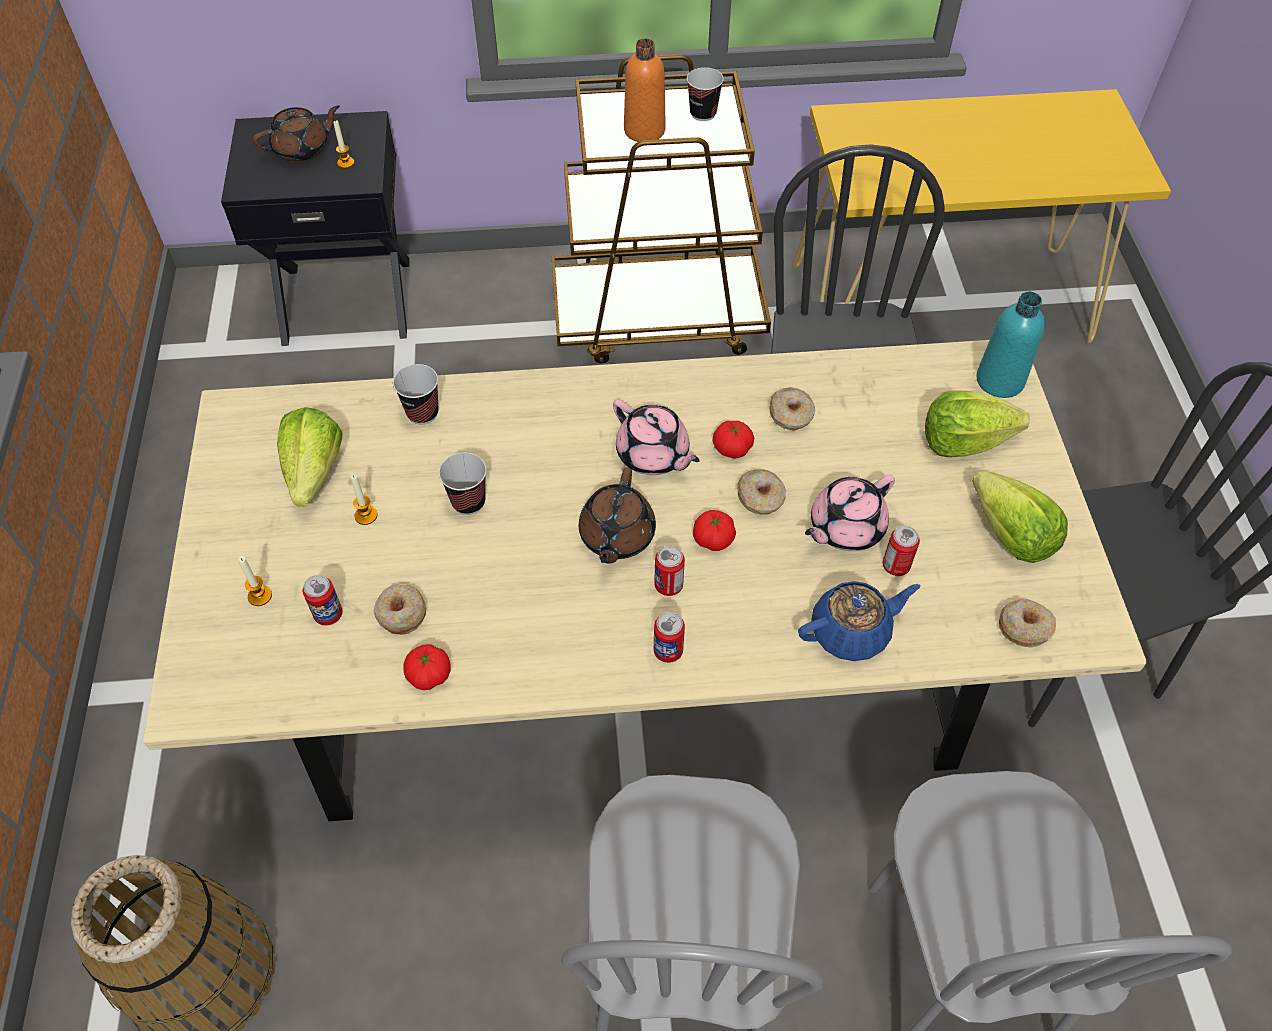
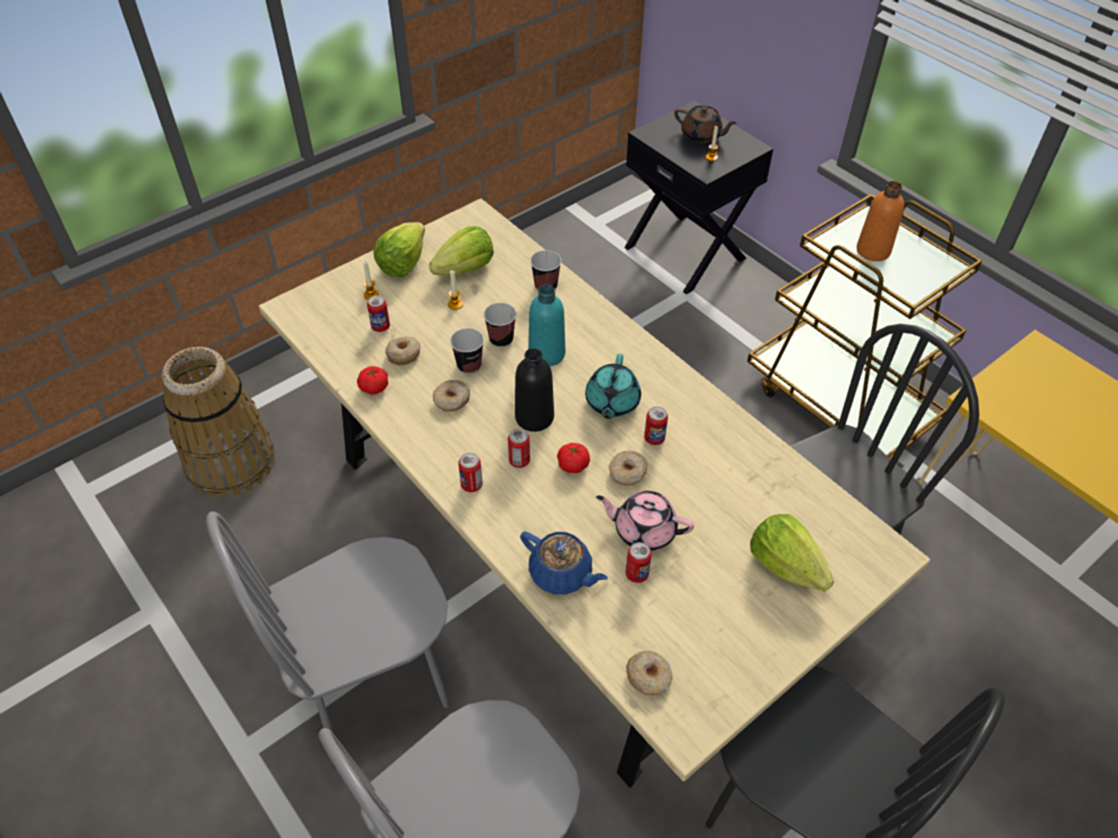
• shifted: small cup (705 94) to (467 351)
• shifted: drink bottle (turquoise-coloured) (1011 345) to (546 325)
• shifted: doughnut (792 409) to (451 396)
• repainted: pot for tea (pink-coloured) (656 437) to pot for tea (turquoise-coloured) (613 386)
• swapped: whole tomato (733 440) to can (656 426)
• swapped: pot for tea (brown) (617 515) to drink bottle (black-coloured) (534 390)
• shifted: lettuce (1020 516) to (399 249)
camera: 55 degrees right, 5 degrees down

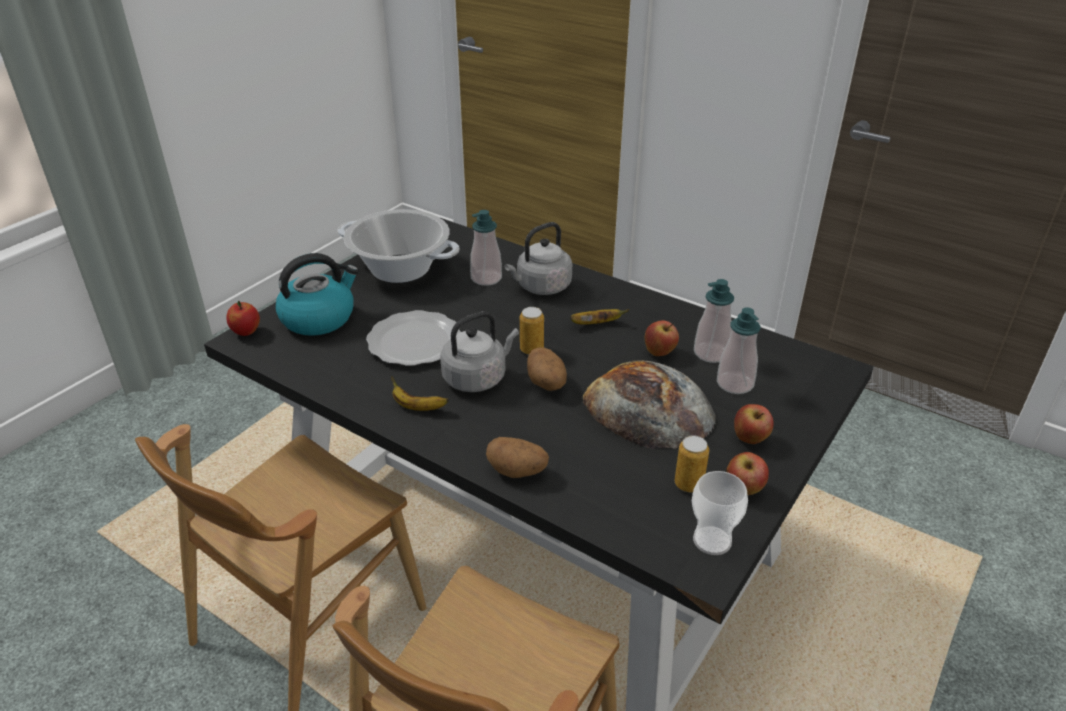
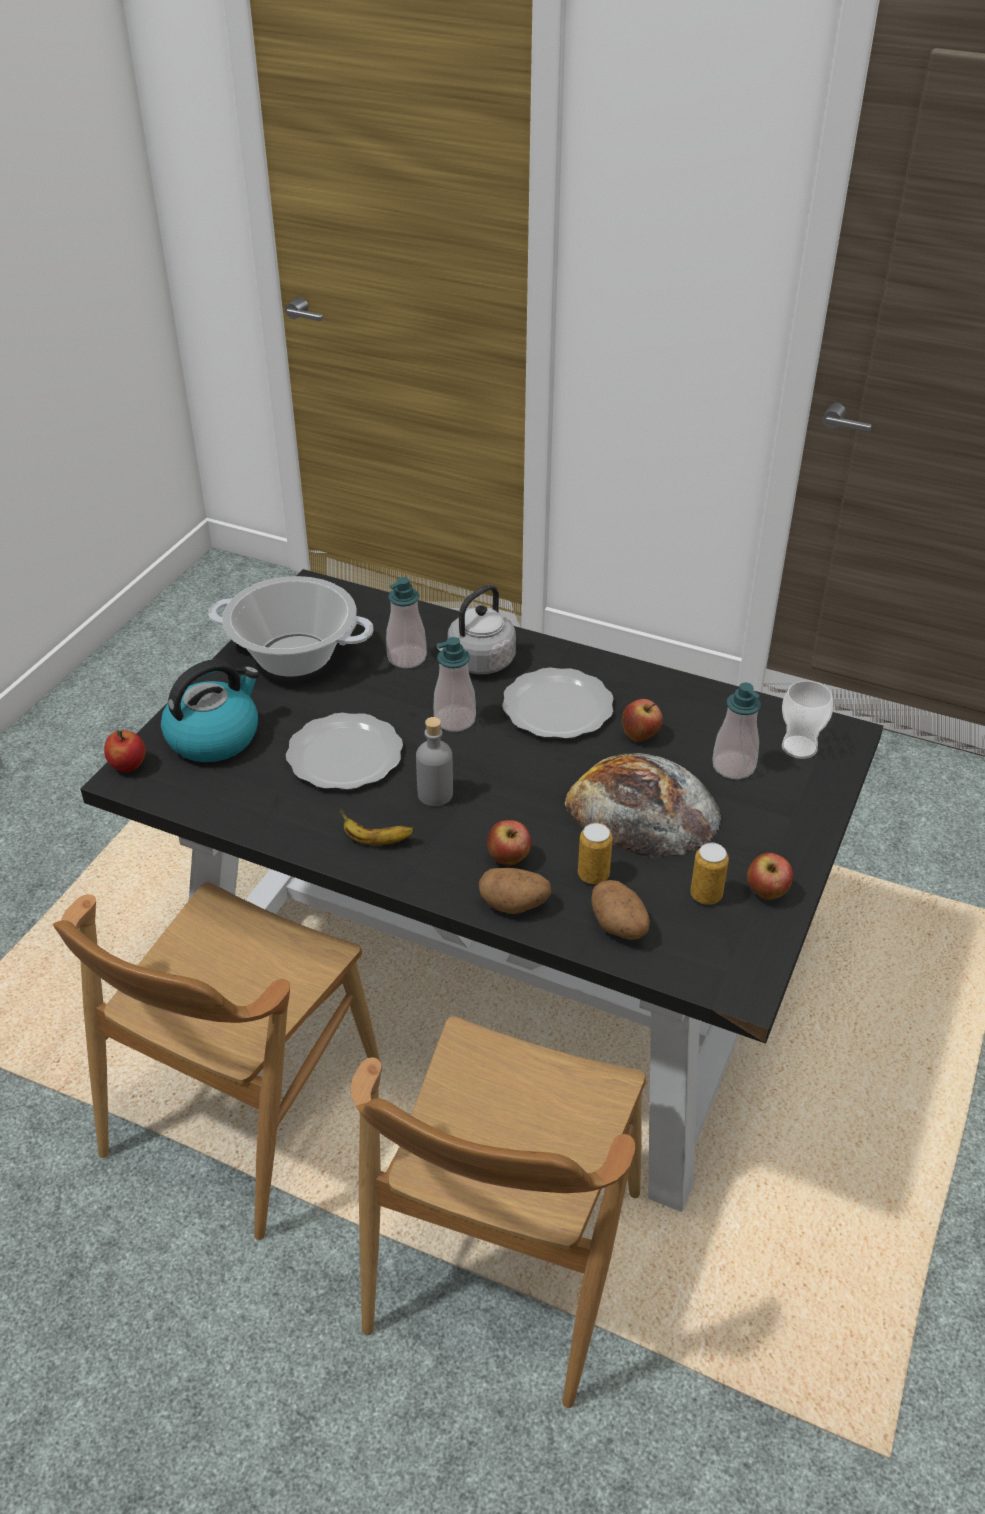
• shifted: liquid soap bottle (714 321) to (454 684)
• shifted: can (532 331) to (595 853)
• swapped: banana (599 316) to flat dish (558 703)
• swapped: tea kettle (greyish) (479 351) to drink bottle (greyish) (434 761)
• shifted: spud (547 369) to (621 910)
• shifted: apple (754 424) to (509 842)
• shifted: small cup (720 513) to (807 720)
camera: 10 degrees left, 5 degrees up

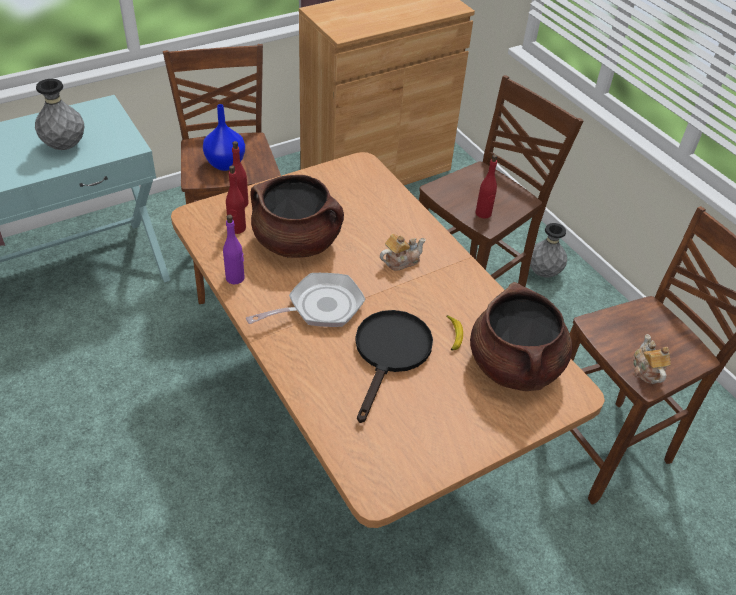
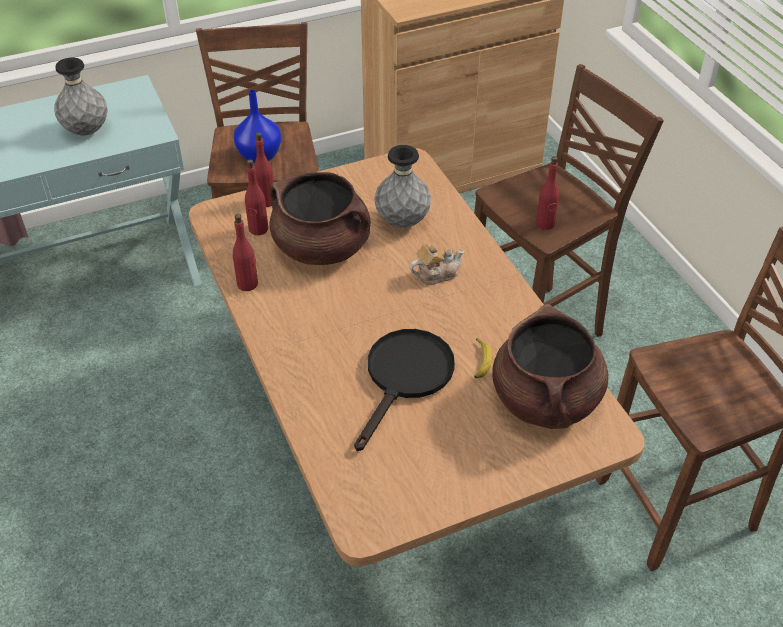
• repainted: drink bottle (purple-coloured) (234 249) to drink bottle (red-coloured) (245 252)
• shifted: flower vase (greyish) (548 250) to (402 186)
• gone: pan (305 300)
• gone: pot for tea (652 359)
camera: 10 degrees right, 0 degrees up

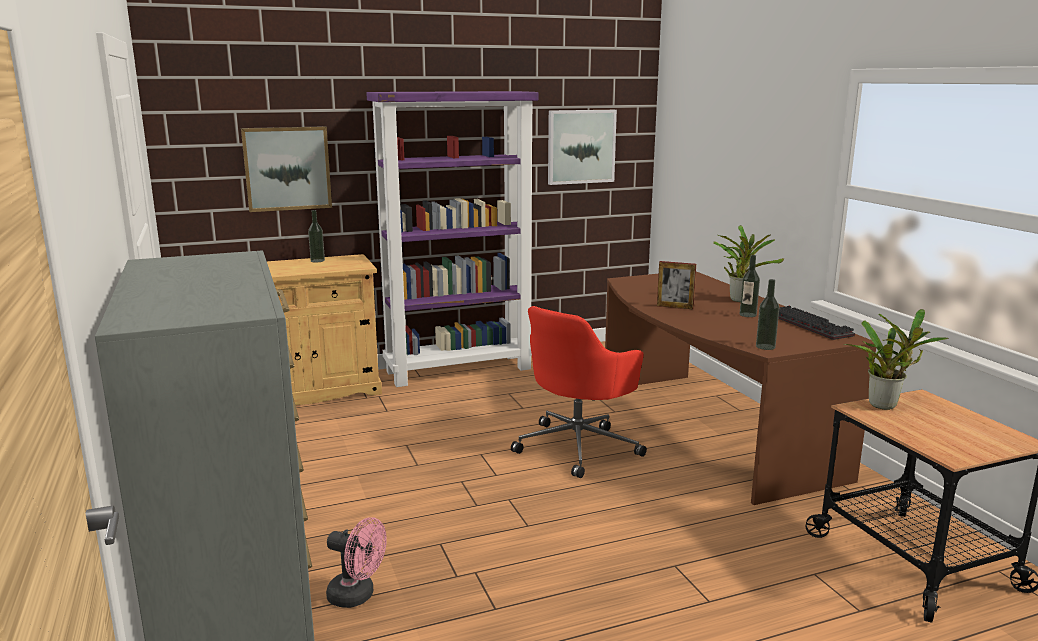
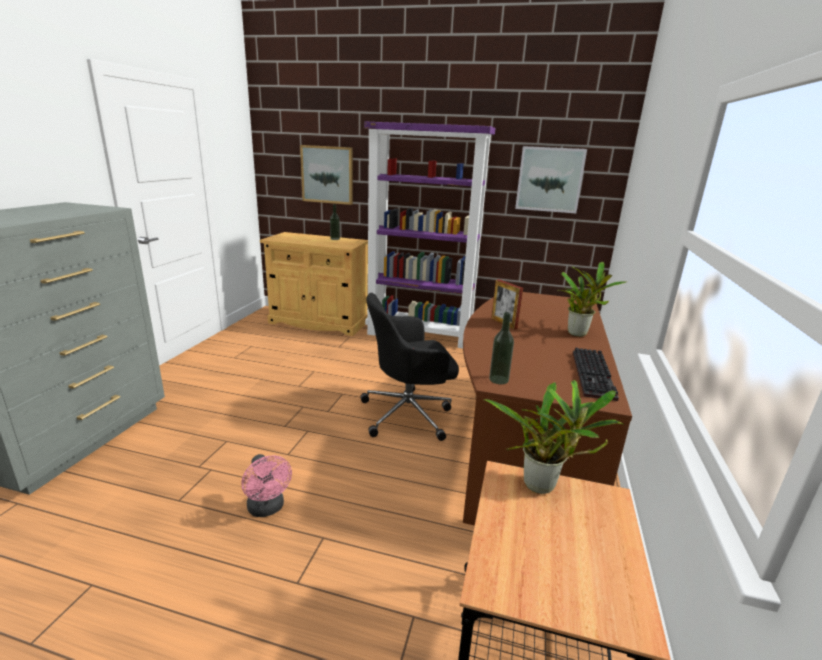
• gone: drink bottle (750 286)
• repainted: desk chair (red-coloured) (579 392) to desk chair (black-coloured) (409 367)
• shifted: electric fan (pink-coloured) (356 562) to (267 485)
camera: 35 degrees right, 5 degrees up

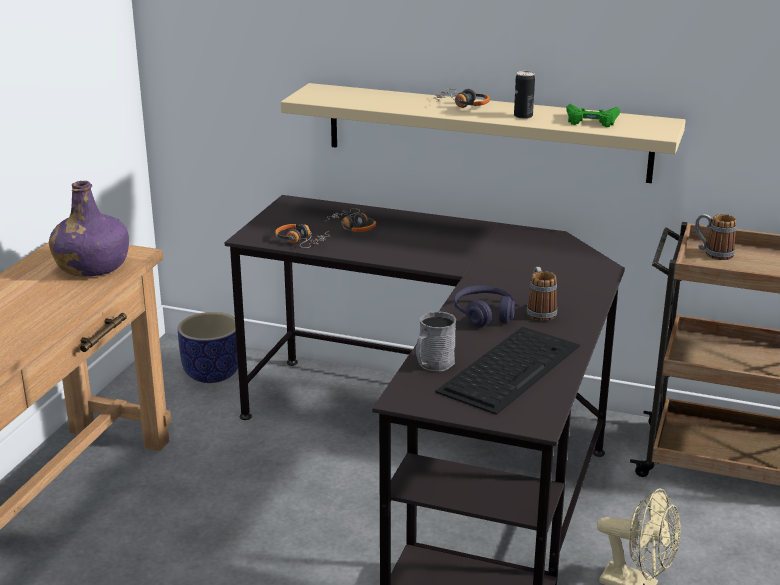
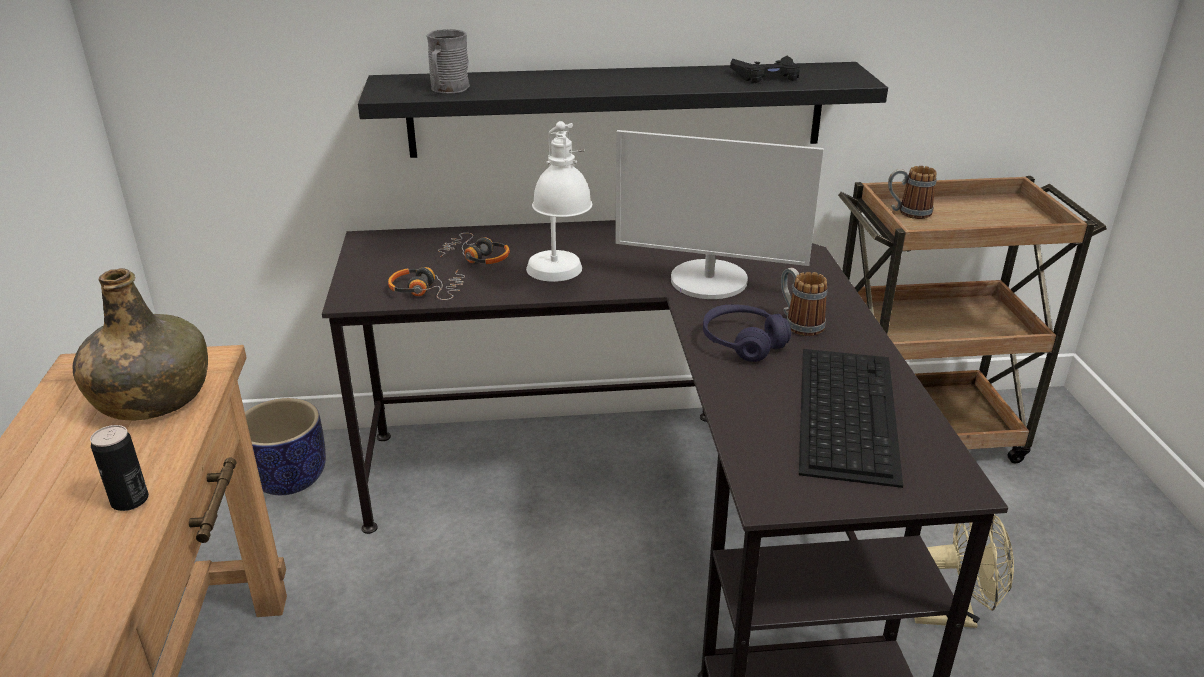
• shifted: can (524 95) to (119 468)
• repainted: bracket shelf (beige) (483 133) to bracket shelf (black-coloured) (623 110)
• gone: headphones (461 98)
• repainted: gamepad (green) (593 115) to gamepad (black-coloured) (765 69)
• repainted: drink bottle (purple-coloured) (89 229) to drink bottle (green) (140 344)
• shifted: mug (greyish) (436 341) to (448 61)
• new: table lamp (whitish) (559 201)
• new: monitor (719 214)
camera: 25 degrees left, 5 degrees up

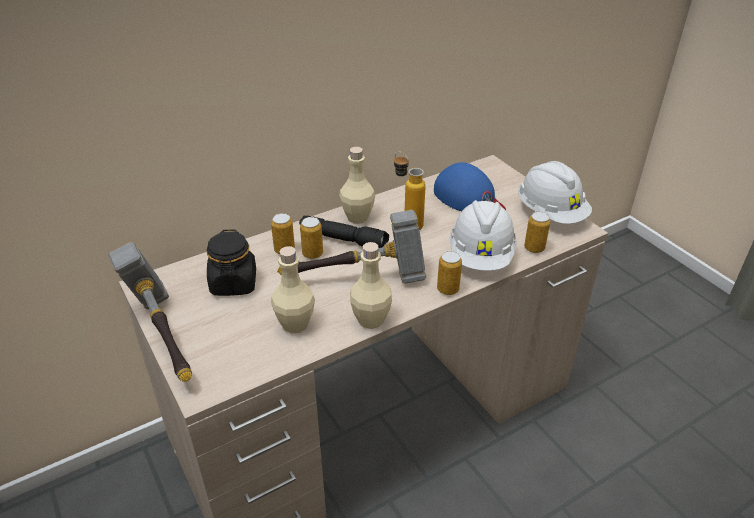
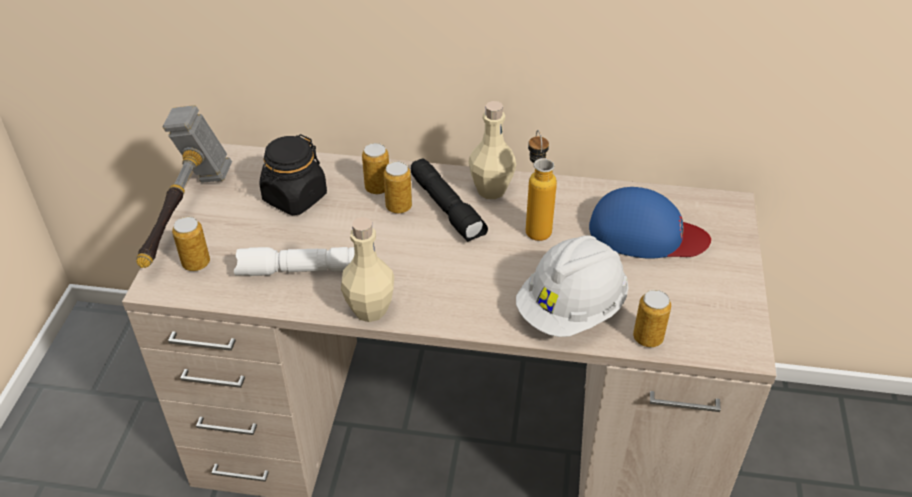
• gone: safety helmet (whitish) (555 192)
• rotated: peaked cap (bluish) (470 186) = (650 223) 75 degrees counterclockwise
• gone: hand hammer (351 247)
• swapped: drink bottle (beige) (293 289) to hand torch (whitish) (294 261)
• shifted: can (449 273) to (191 244)
camera: 40 degrees right, 5 degrees up

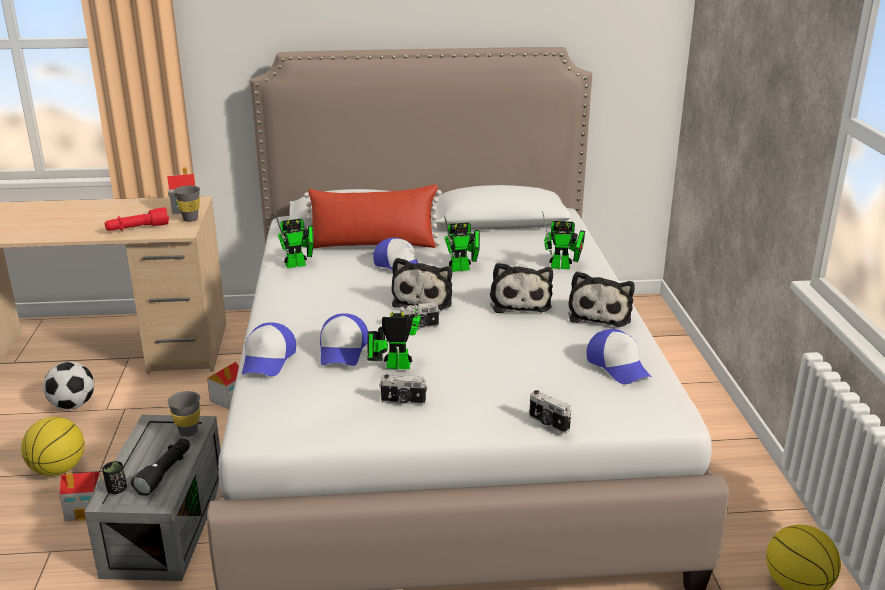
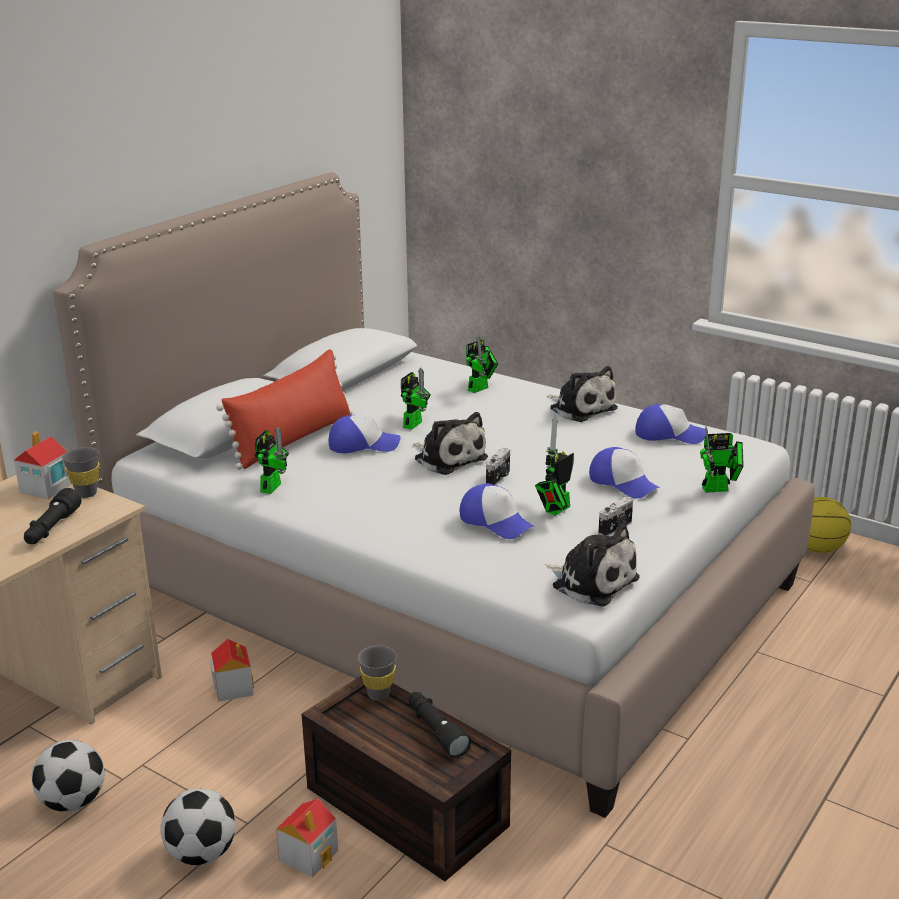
• repainted: hand torch (red-coloured) (137 219) to hand torch (black-coloured) (52 516)
• shifted: cuddly toy (521 288) to (592 564)
• shifted: peaked cap (269 349) to (624 473)
• swapped: still camera (550 412) to model robot (722 459)
• repainted: storage bin (greyish) (152 498) to storage bin (brown) (406 778)
• swapped: ball for basketball (52 446) to ball for football (198 827)
• gone: small cup (black-coloured) (114 477)
camera: 50 degrees left, 0 degrees up

